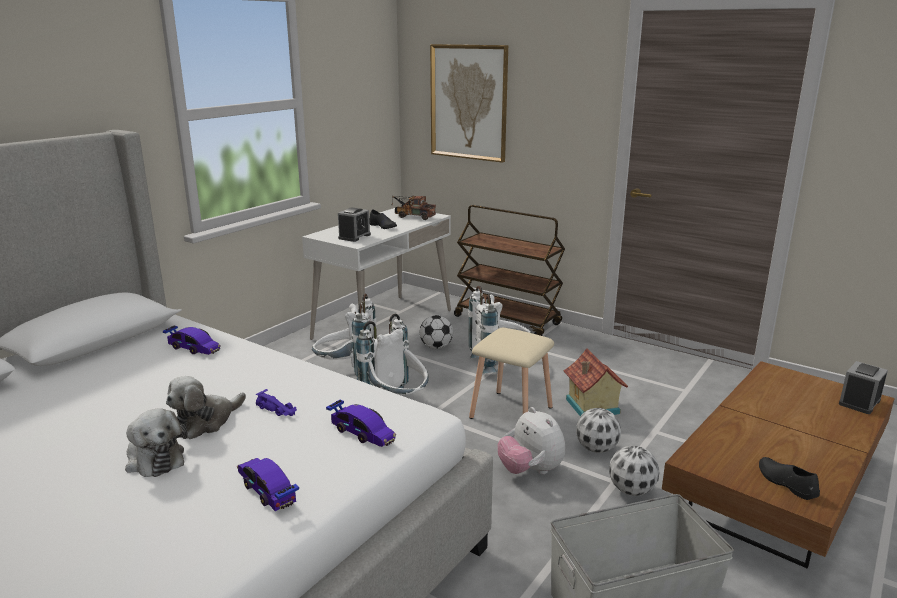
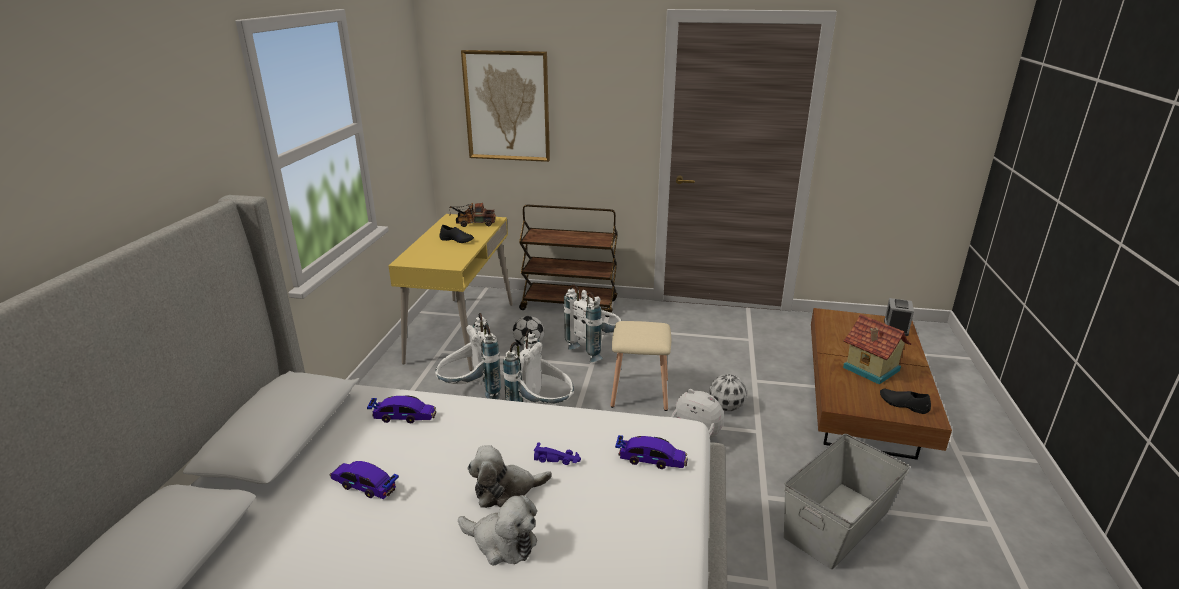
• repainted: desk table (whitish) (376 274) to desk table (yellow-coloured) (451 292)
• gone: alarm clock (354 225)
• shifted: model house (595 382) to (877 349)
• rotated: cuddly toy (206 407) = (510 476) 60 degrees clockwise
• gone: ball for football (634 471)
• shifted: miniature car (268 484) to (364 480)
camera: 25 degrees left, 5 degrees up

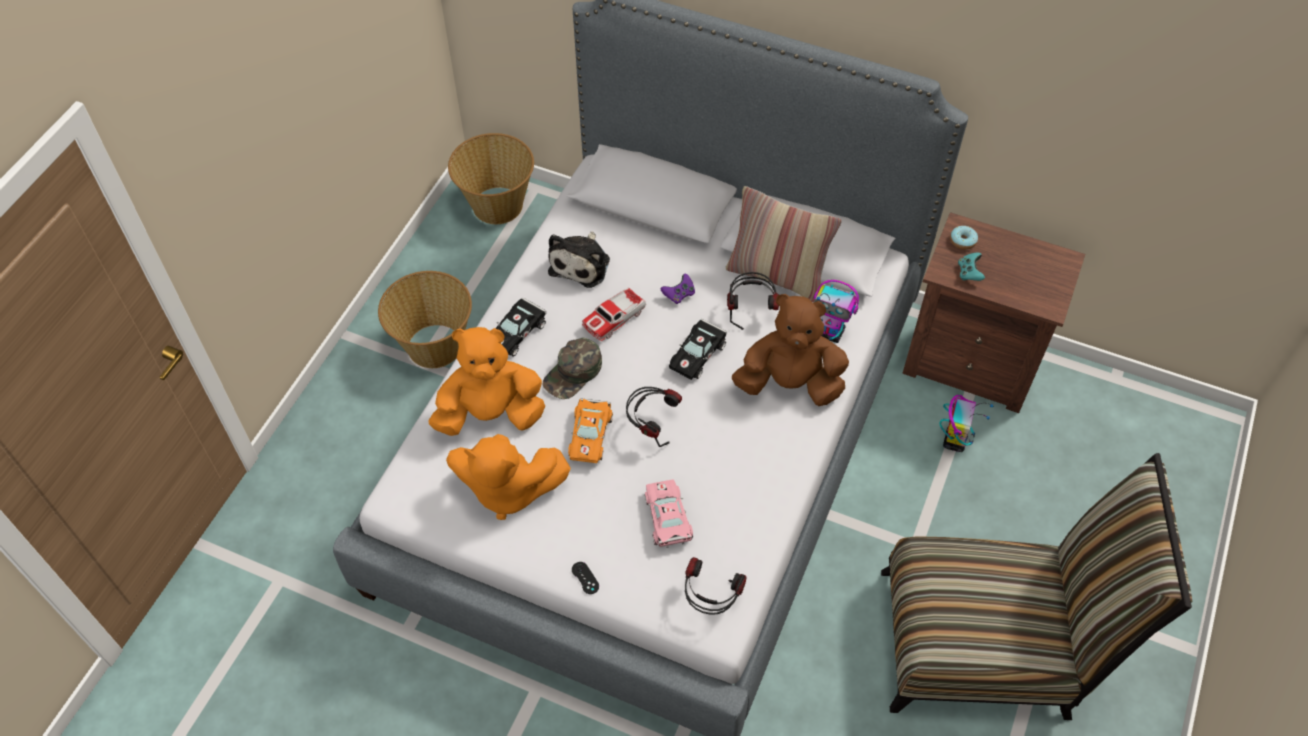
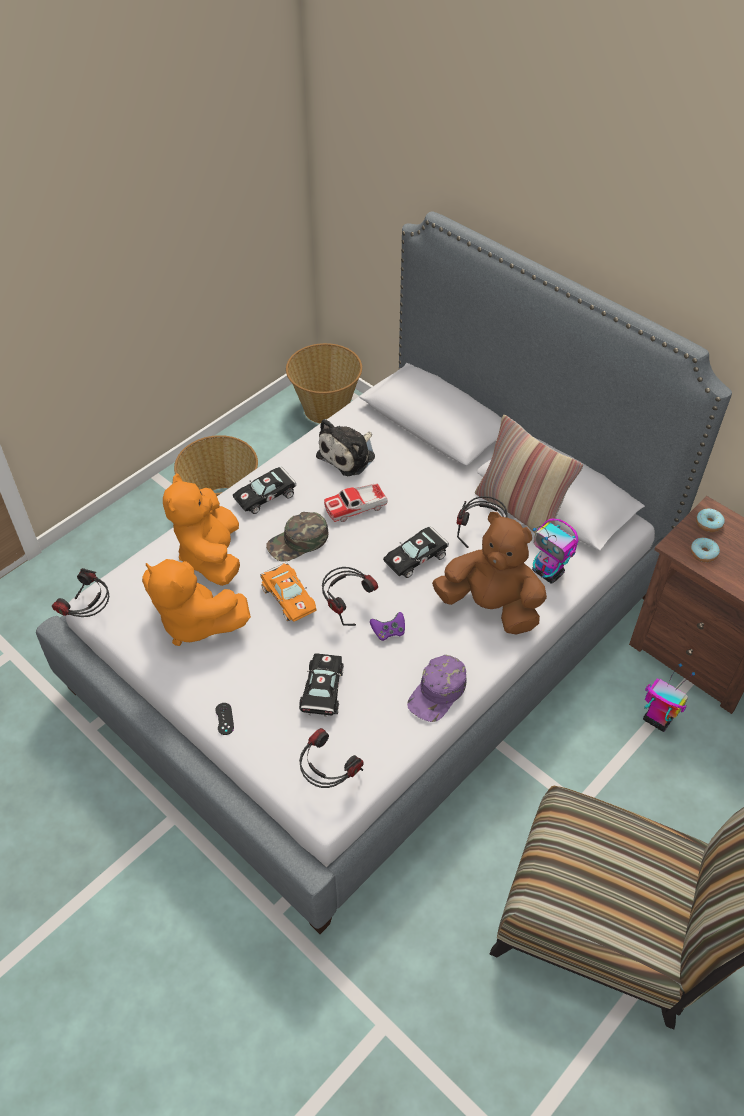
• swapped: gamepad (turquoise-coloured) (971 267) to doughnut (705 550)
• shifted: gamepad (purple-coloured) (678 289) to (387 626)
• rotated: cuddly toy (orangey) (486 381) = (201 529) 105 degrees counterclockwise
• rotated: model robot (966 423) = (669 698) 90 degrees counterclockwise
• rotated: miniature car (orangey) (590 431) = (288 592) 60 degrees counterclockwise
• repainted: miniature car (pink-coloured) (669 513) to miniature car (black-coloured) (321 685)
• new: headphones (80 592)
• new: peaked cap (purple-coloured) (437 688)
camera: 20 degrees right, 5 degrees down

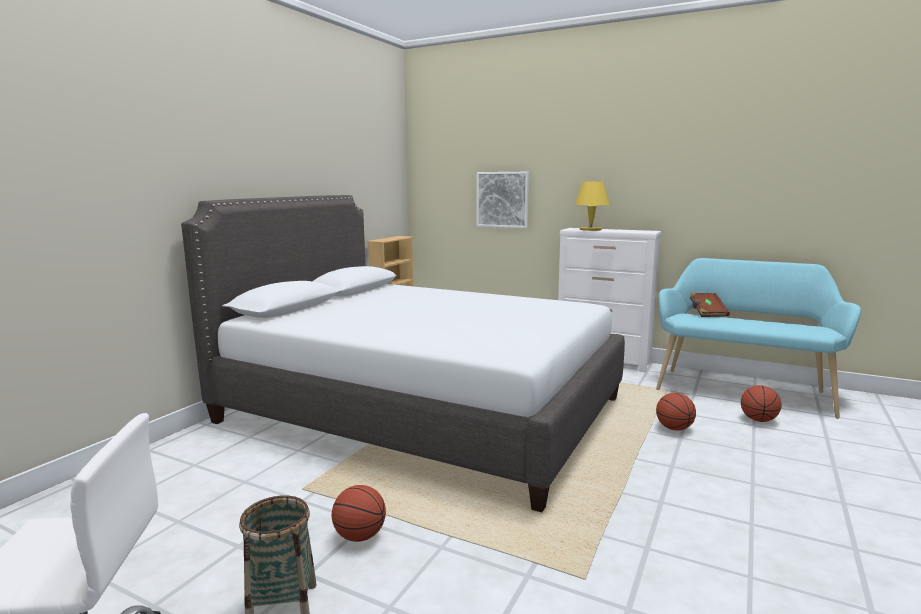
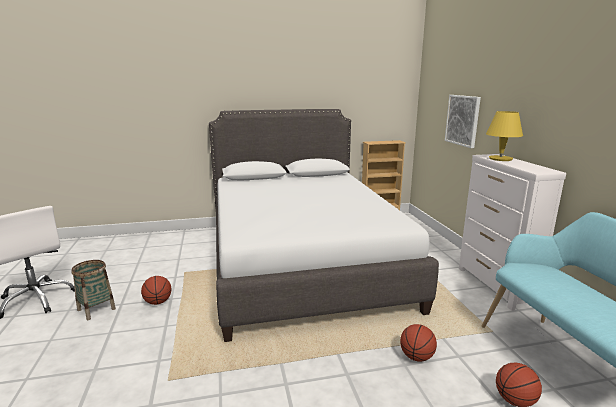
• gone: bound book (brown) (710 304)
camera: 50 degrees right, 5 degrees up

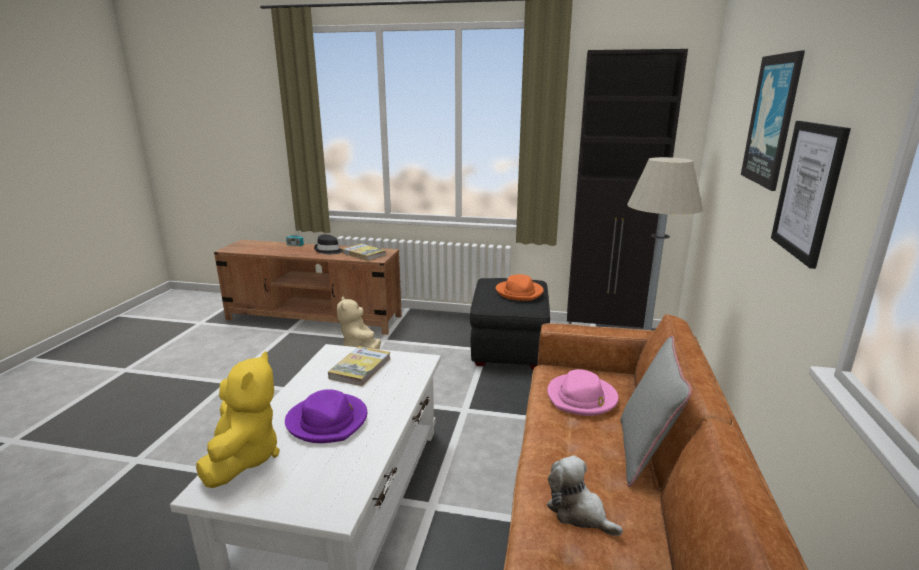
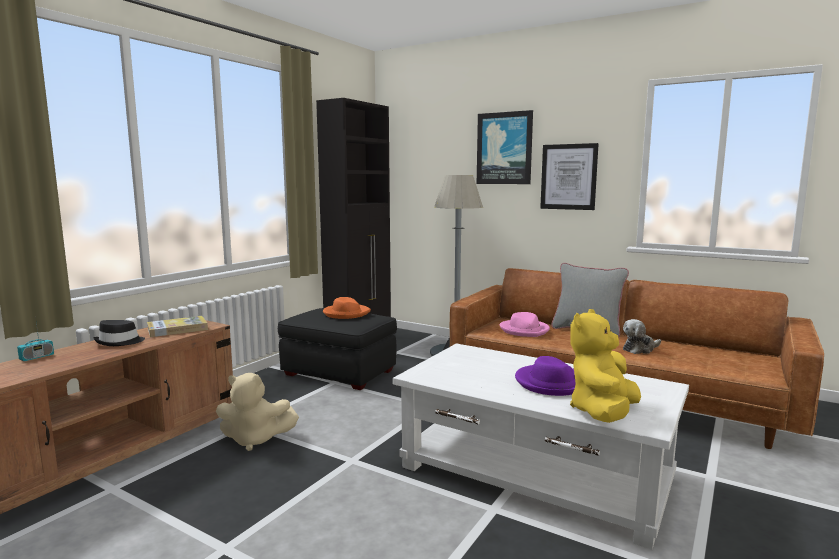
• gone: bound book (359 366)
• rotated: cuddly toy (yellow-coloured) (238 419) = (605 366) 75 degrees counterclockwise
camera: 70 degrees left, 10 degrees down

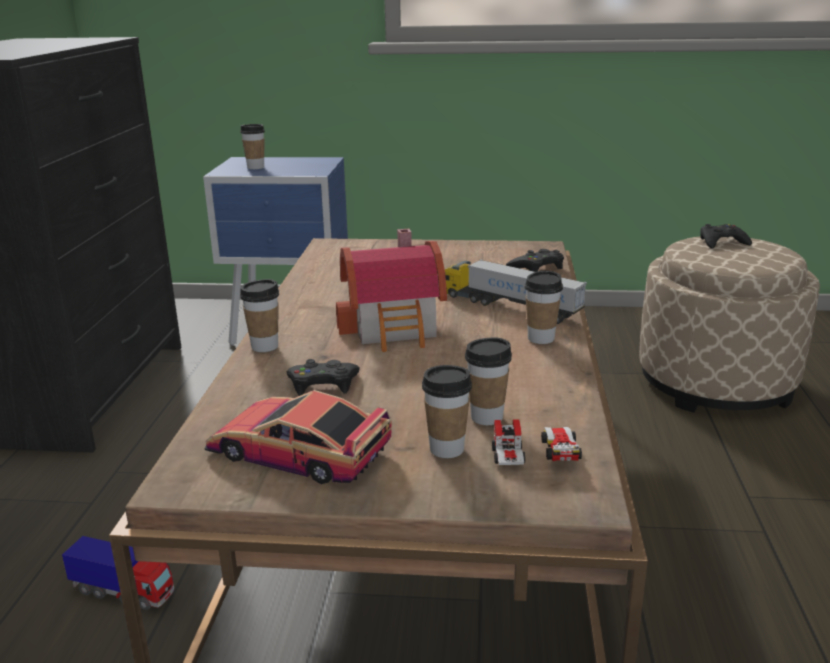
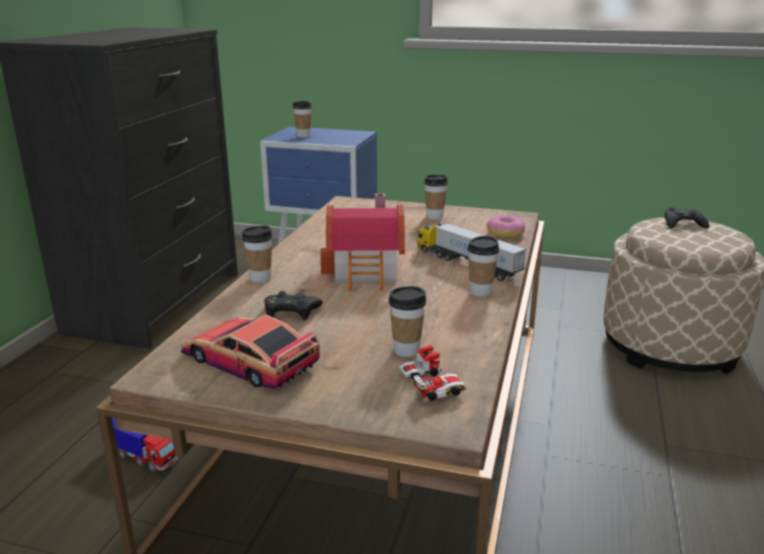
• swapped: gamepad (black-coloured) (535 260) to doughnut (506 226)
• shifted: small cup (447 411) to (436 196)
• rotated: miniature car (537 442) = (432 373) 60 degrees clockwise
camera: 10 degrees right, 0 degrees up

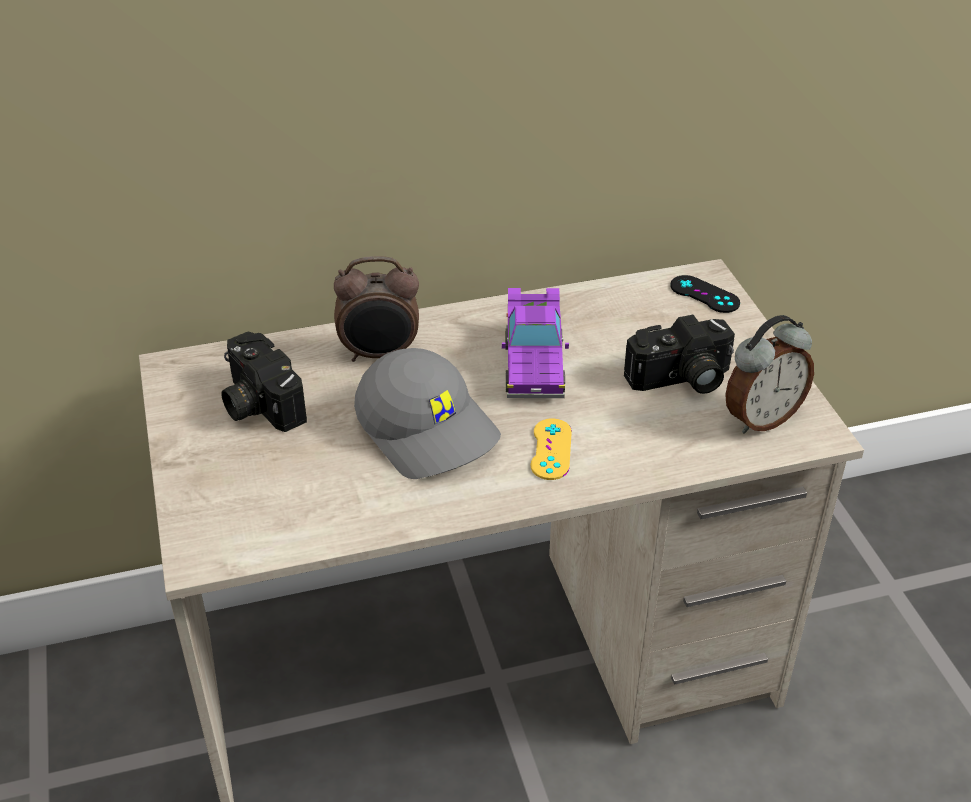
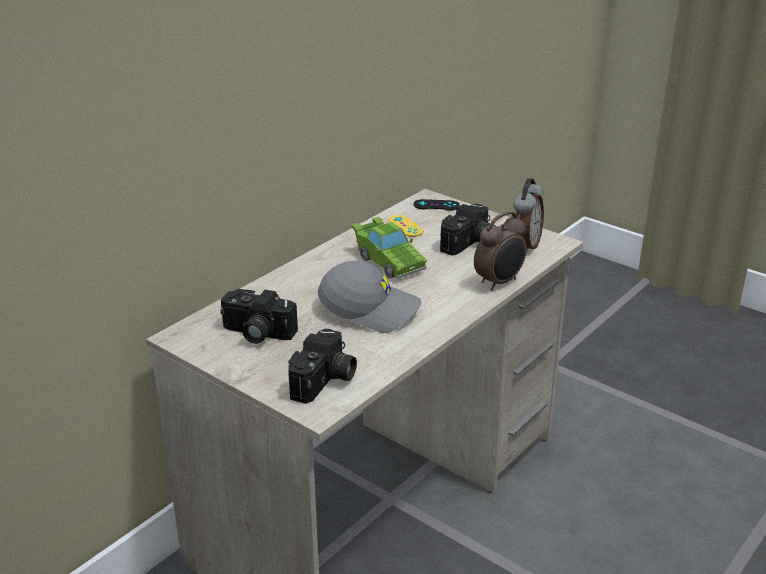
• shifted: alarm clock (376 309) to (500 251)
• repainted: miniature car (purple-coloured) (535 343) to miniature car (green) (389 248)
• shifted: gamepad (yellow-coloured) (551 449) to (405 226)
• new: still camera (322 366)
camera: 35 degrees left, 10 degrees down

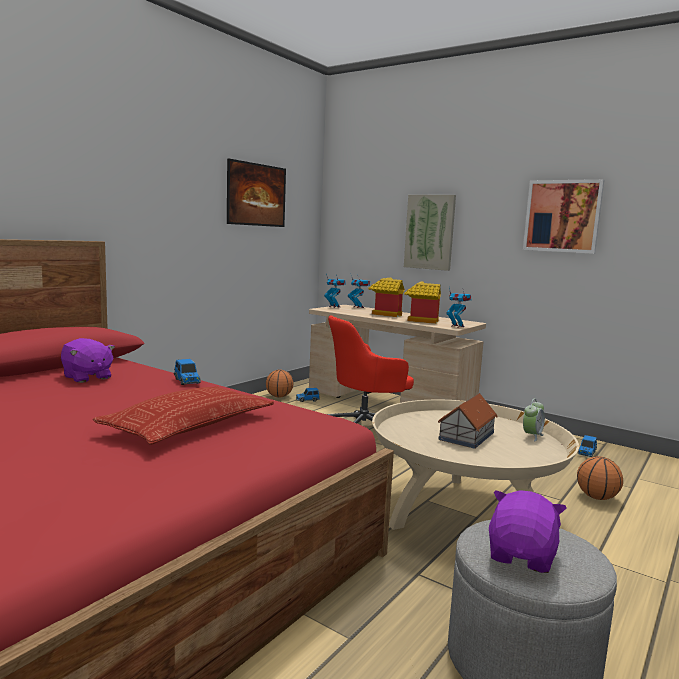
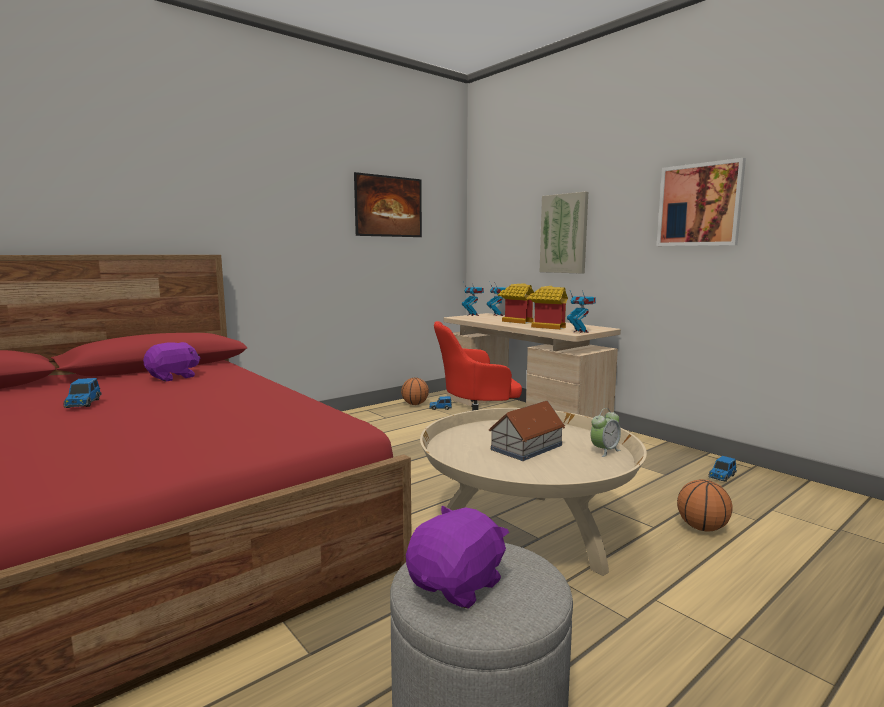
• rotated: cuddly toy (purple-coloured) (88 360) = (171 362) 105 degrees counterclockwise
• shifted: miniature car (187 372) to (82 393)
• gone: cushion (183 415)
camera: 15 degrees right, 0 degrees up

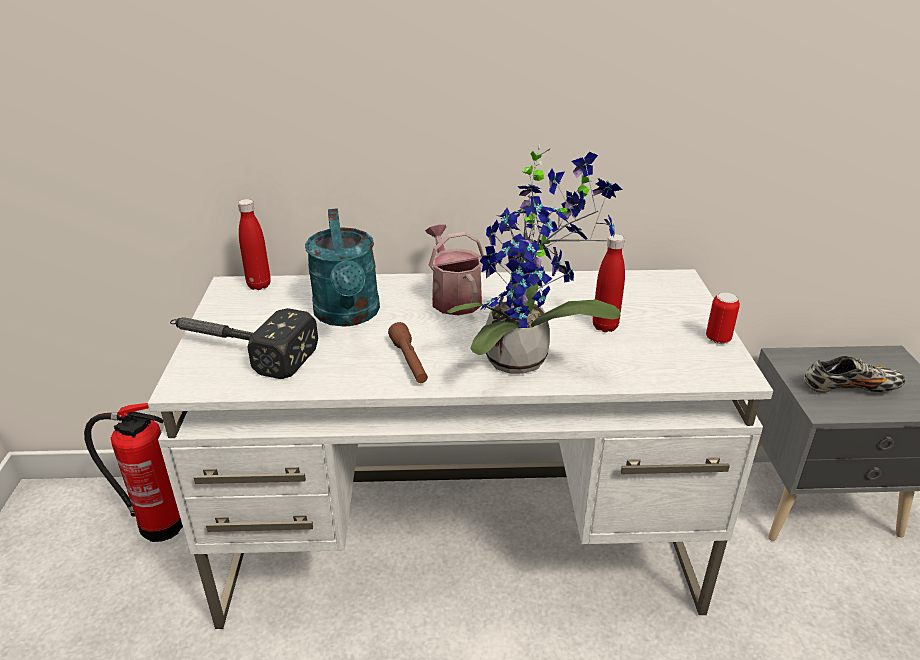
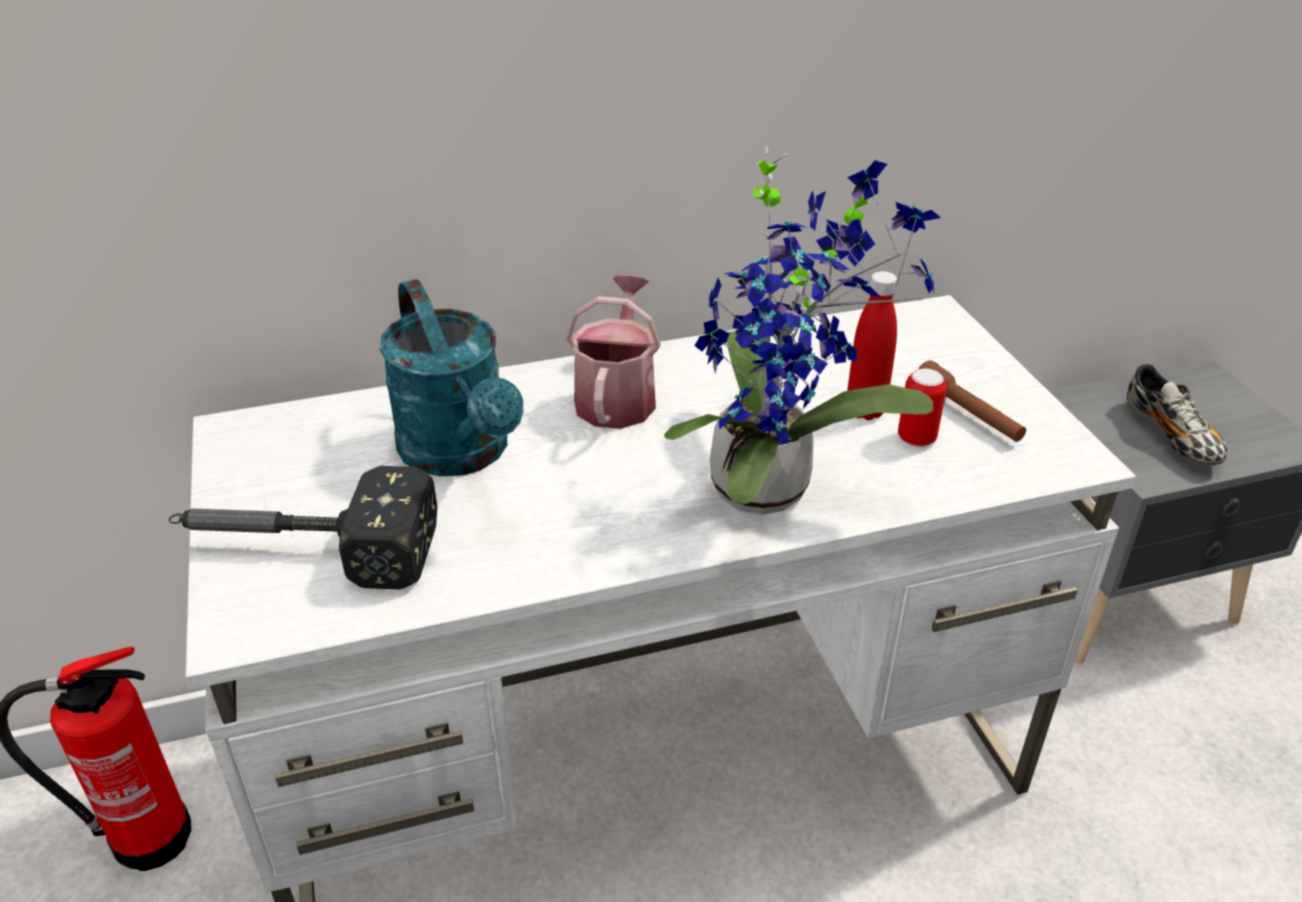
• gone: drink bottle (red-coloured) (254 244)
• rotated: sprinkling can (454 269) = (613 352) 45 degrees clockwise
• shifted: can (723 318) to (922 407)
• shifted: hand torch (brown) (408 352) to (972 401)
• rotated: shoe (854 374) = (1177 414) 90 degrees clockwise
camera: 15 degrees left, 5 degrees up

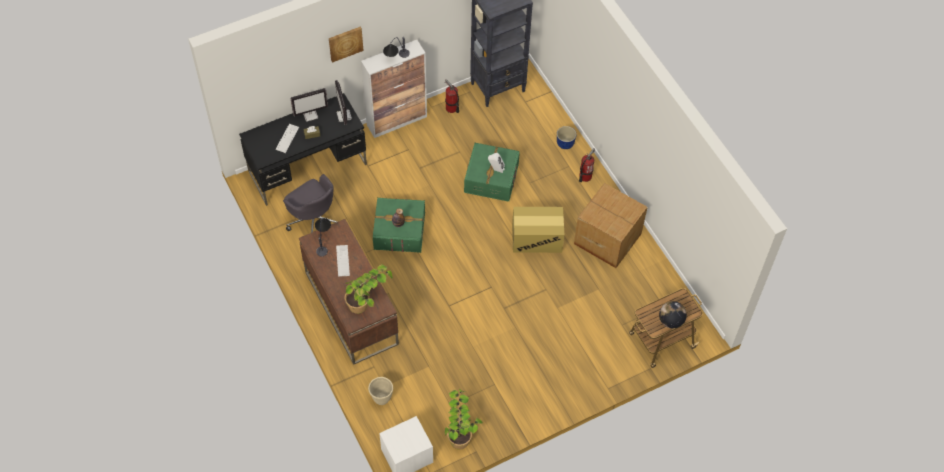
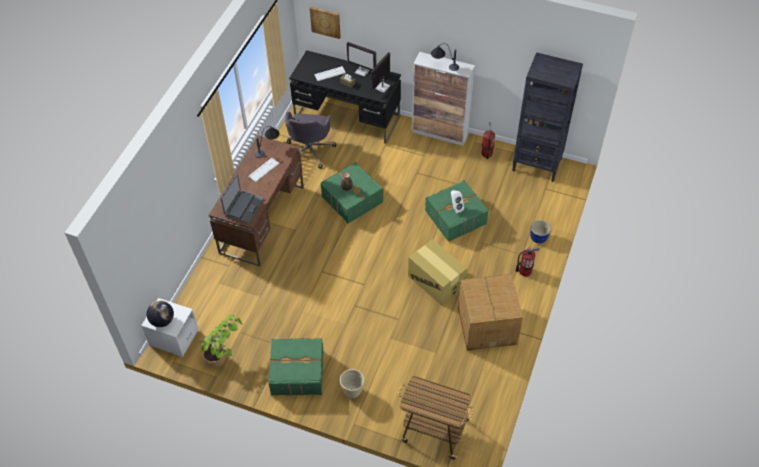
• shifted: picture (346 45) to (325 23)
• swapped: houseplant (369 289) to notebook computer (242 199)
• shifted: globe (673 314) to (160 314)
• shifted: flower pot (beige) (380 391) to (352 383)
• new: storage bin (green) (296 367)
camera: 50 degrees right, 5 degrees down

